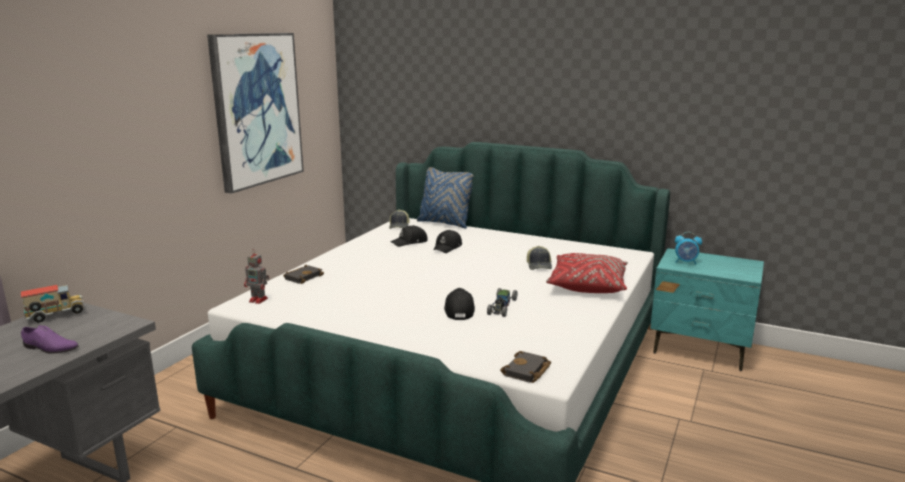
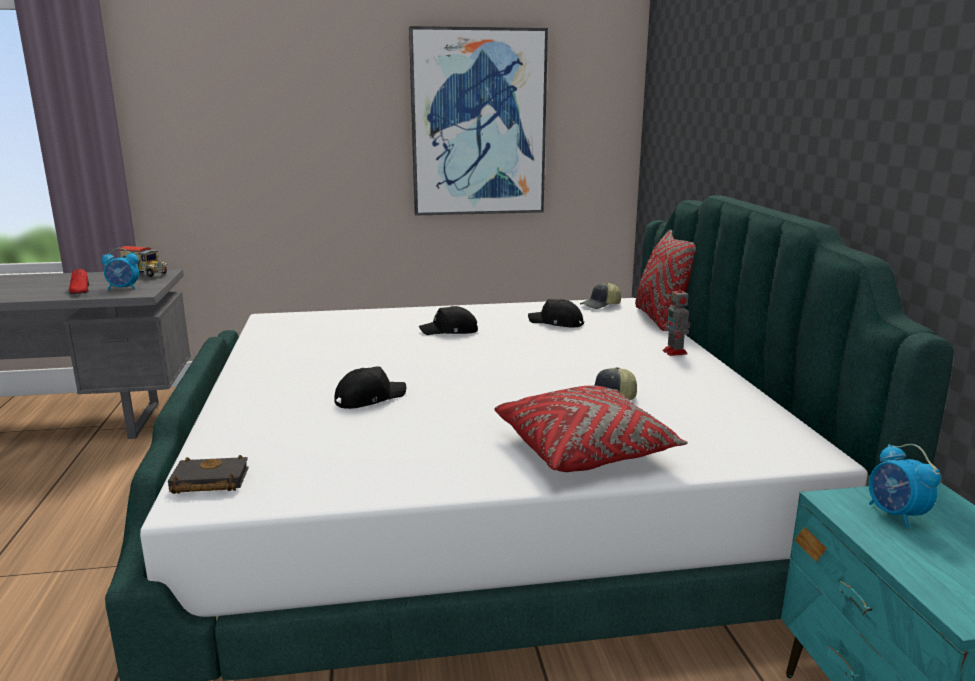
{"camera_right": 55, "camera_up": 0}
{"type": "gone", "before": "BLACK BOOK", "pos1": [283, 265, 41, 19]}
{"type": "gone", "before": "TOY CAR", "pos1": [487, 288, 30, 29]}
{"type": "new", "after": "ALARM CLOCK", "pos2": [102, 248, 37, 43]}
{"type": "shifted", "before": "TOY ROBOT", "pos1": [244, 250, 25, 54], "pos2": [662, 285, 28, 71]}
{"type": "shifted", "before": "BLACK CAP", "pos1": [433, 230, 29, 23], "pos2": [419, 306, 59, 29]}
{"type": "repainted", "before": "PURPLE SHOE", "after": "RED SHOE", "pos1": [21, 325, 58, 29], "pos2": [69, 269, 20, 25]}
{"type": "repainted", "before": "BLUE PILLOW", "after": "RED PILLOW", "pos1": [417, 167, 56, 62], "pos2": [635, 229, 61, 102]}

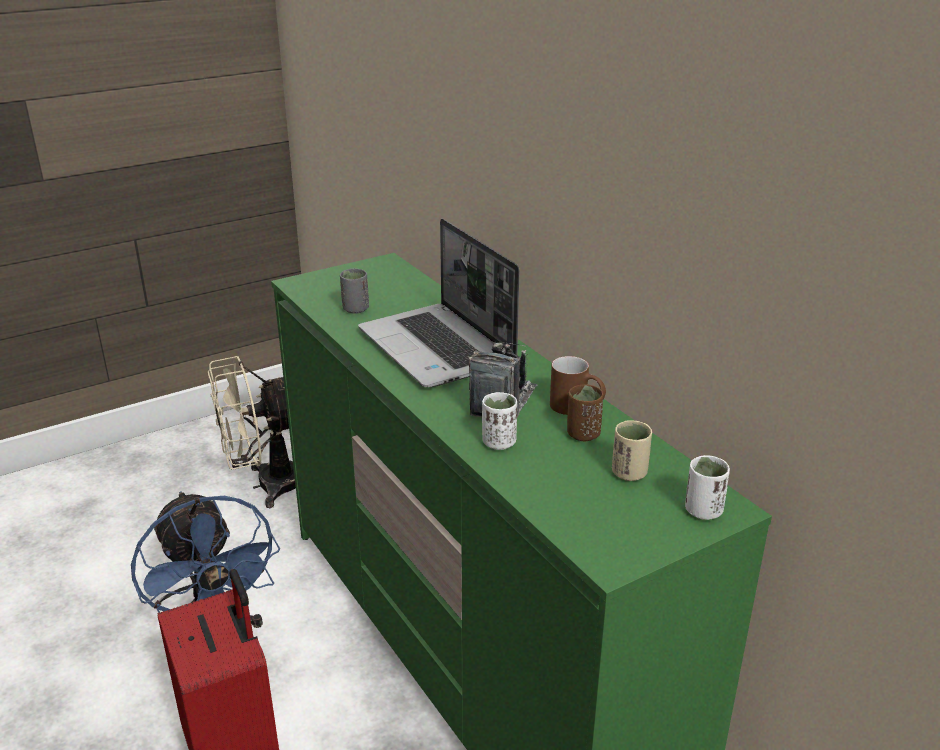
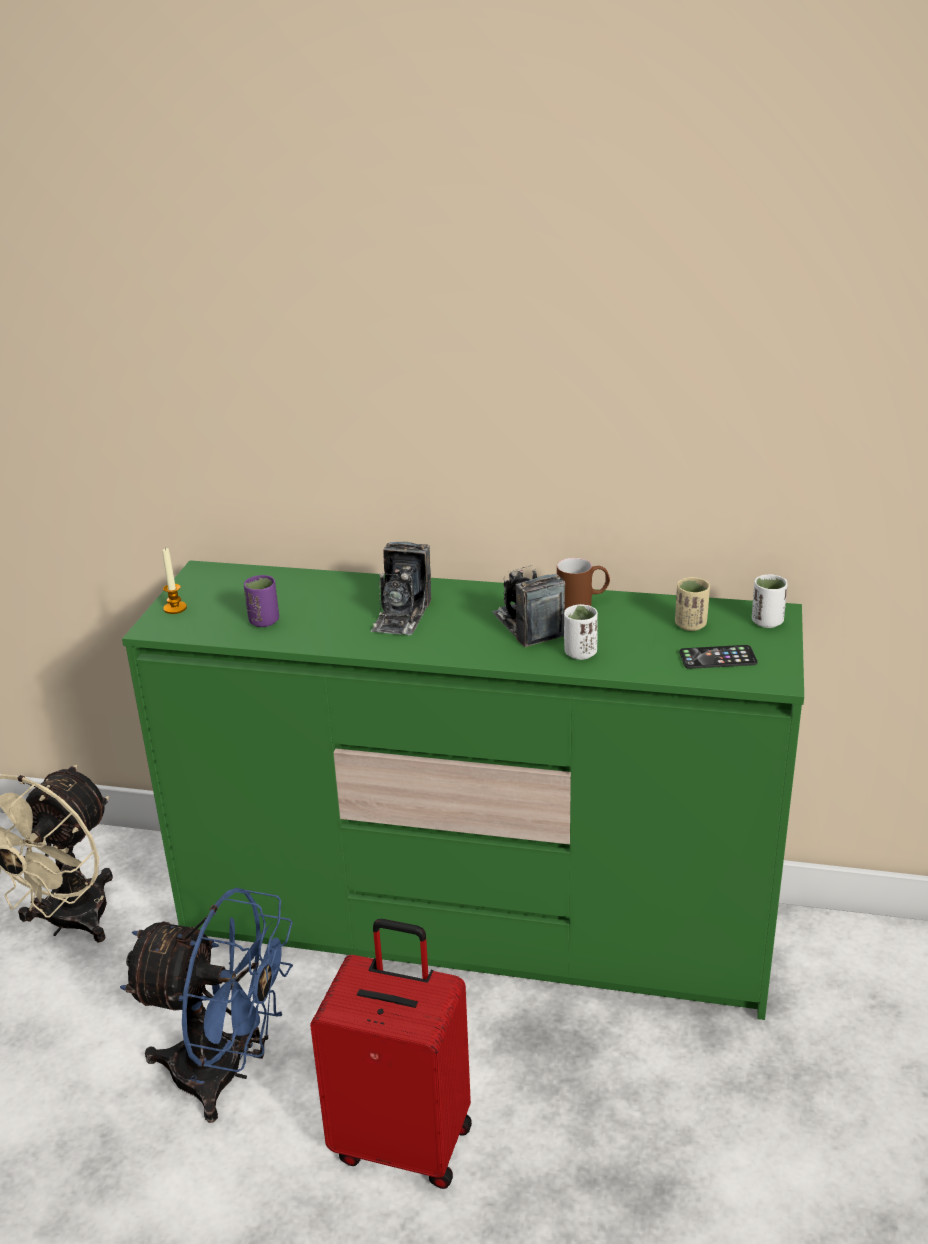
{"camera_right": -45, "camera_up": 0}
{"type": "gone", "before": "BROWN CUP", "pos1": [567, 385, 36, 56]}
{"type": "new", "after": "CANDLE", "pos2": [162, 548, 25, 66]}
{"type": "new", "after": "PHONE", "pos2": [679, 645, 78, 24]}
{"type": "swapped", "before": "LAPTOP", "after": "PHOTO CAMERA", "pos1": [358, 219, 162, 168], "pos2": [371, 542, 60, 93]}
{"type": "repainted", "before": "GREY CUP", "after": "PURPLE CUP", "pos1": [340, 269, 29, 45], "pos2": [244, 575, 35, 52]}

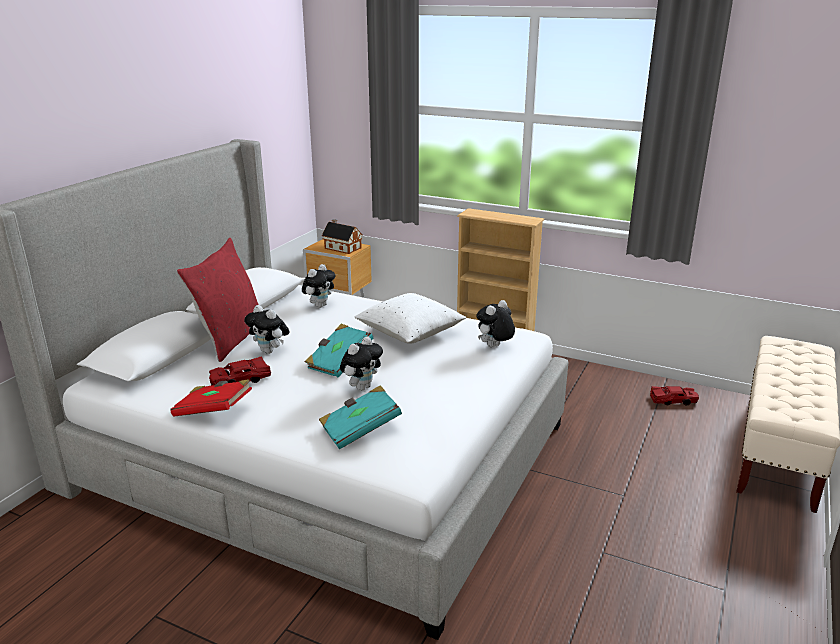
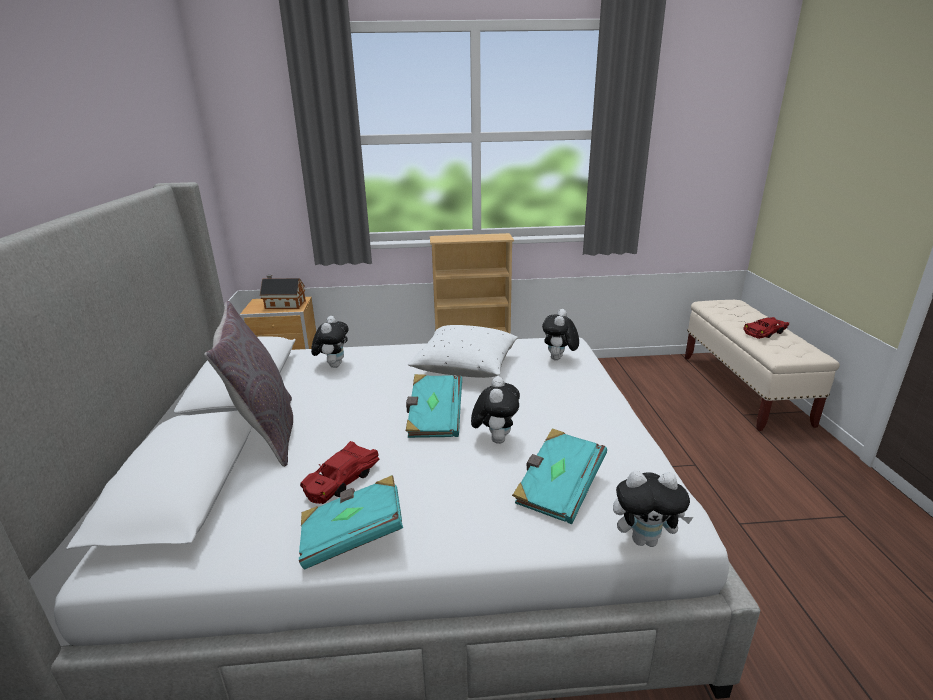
{"camera_right": -30, "camera_up": 0}
{"type": "shifted", "before": "PLUSH TOY", "pos1": [244, 305, 46, 49], "pos2": [613, 471, 80, 76]}
{"type": "shifted", "before": "RED TOY CAR", "pos1": [650, 386, 49, 20], "pos2": [743, 317, 46, 22]}
{"type": "repainted", "before": "RED BOOK", "after": "TURQUOISE BOOK", "pos1": [170, 379, 82, 38], "pos2": [299, 475, 104, 94]}
{"type": "repainted", "before": "RED PILLOW", "after": "GREY PILLOW", "pos1": [176, 238, 83, 124], "pos2": [204, 301, 89, 166]}

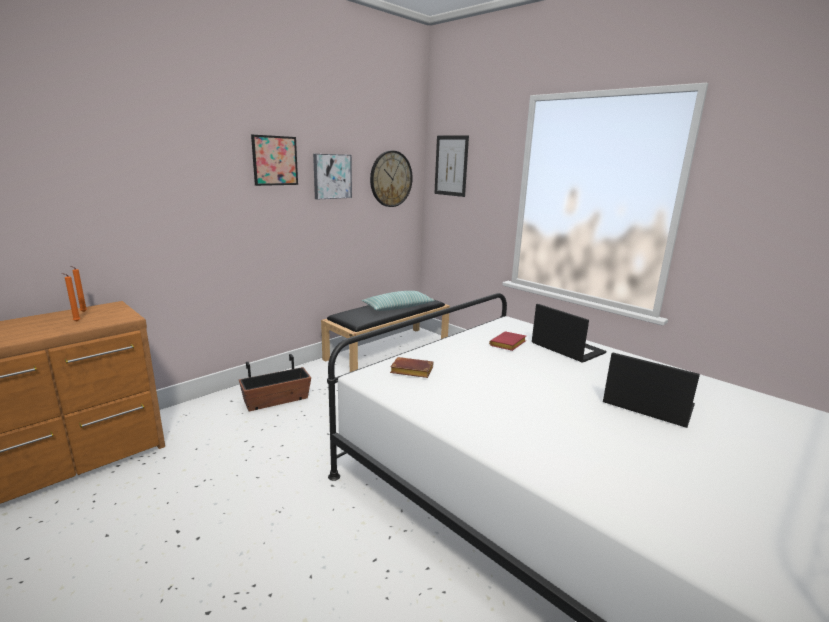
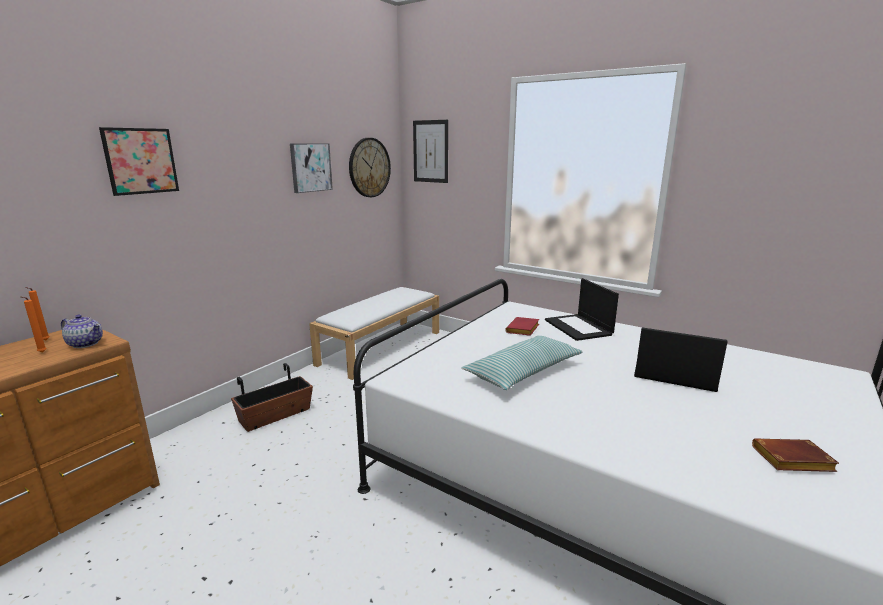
{"camera_right": -10, "camera_up": 0}
{"type": "new", "after": "TEAPOT", "pos2": [61, 315, 42, 33]}
{"type": "shifted", "before": "PICTURE", "pos1": [251, 135, 47, 51], "pos2": [99, 127, 80, 69]}
{"type": "shifted", "before": "PILLOW", "pos1": [362, 291, 73, 20], "pos2": [461, 336, 122, 54]}
{"type": "shifted", "before": "BROWN BOOK", "pos1": [390, 357, 43, 21], "pos2": [752, 438, 87, 34]}
{"type": "repainted", "before": "BLACK BENCH", "after": "WHITE BENCH", "pos1": [321, 300, 129, 72], "pos2": [309, 287, 130, 93]}
{"type": "rotated", "before": "LAPTOP", "pos1": [532, 304, 74, 59], "pos2": [545, 278, 74, 63], "turn": -150}

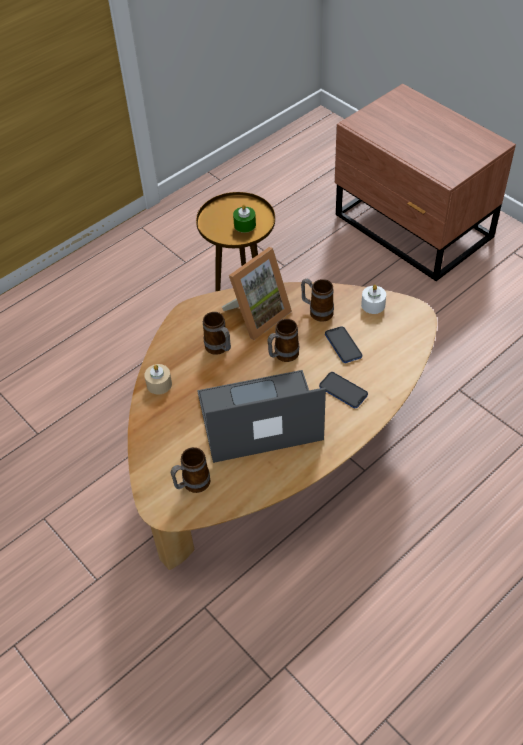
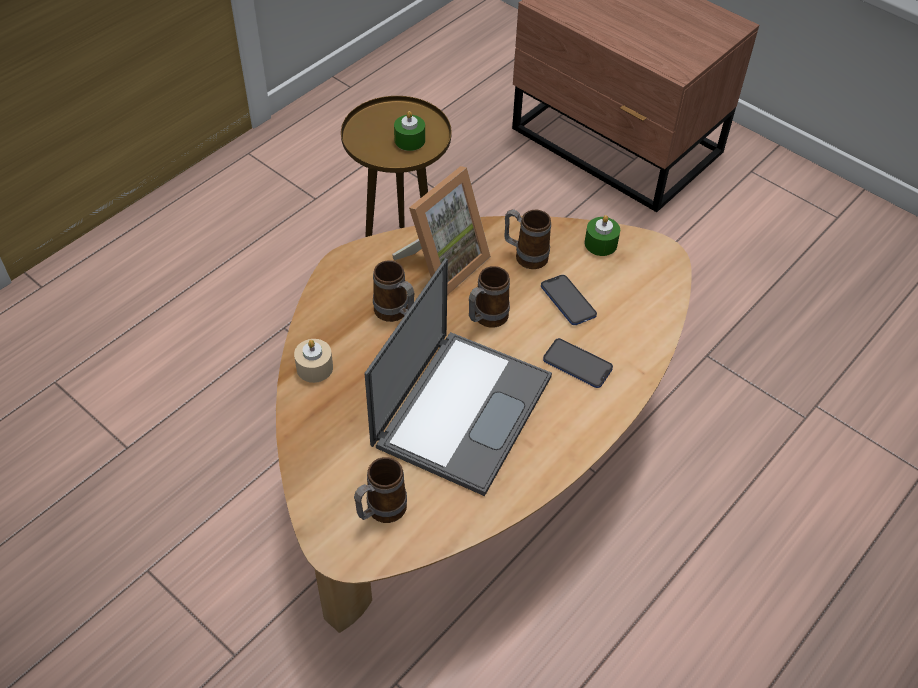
{"camera_right": -10, "camera_up": 0}
{"type": "repainted", "before": "WHITE CANDLE", "after": "GREEN CANDLE", "pos1": [361, 285, 25, 29], "pos2": [585, 215, 35, 41]}
{"type": "rotated", "before": "LAPTOP", "pos1": [197, 370, 129, 93], "pos2": [364, 258, 188, 238], "turn": 135}

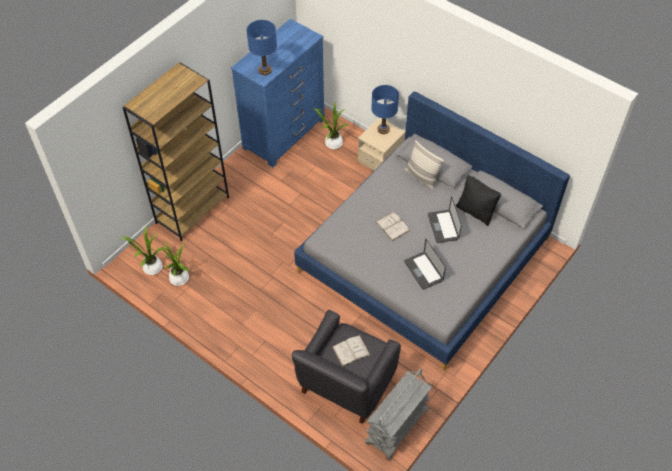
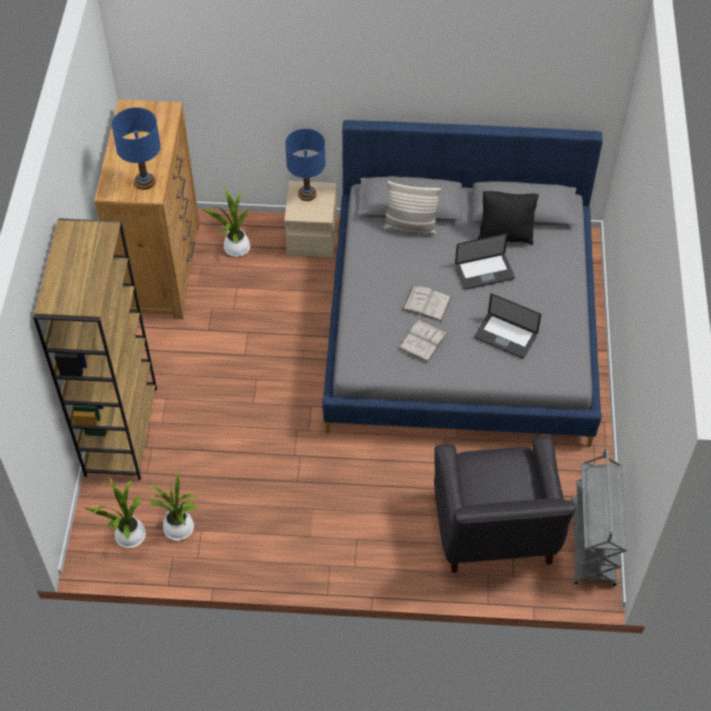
{"camera_right": -35, "camera_up": 0}
{"type": "shifted", "before": "WHITE BOOK", "pos1": [332, 335, 38, 32], "pos2": [399, 319, 49, 44]}
{"type": "repainted", "before": "BLUE DRESSER", "after": "BROWN DRESSER", "pos1": [231, 19, 93, 148], "pos2": [94, 100, 105, 219]}
{"type": "rotated", "before": "LAPTOP", "pos1": [428, 196, 34, 47], "pos2": [455, 233, 60, 57], "turn": -60}

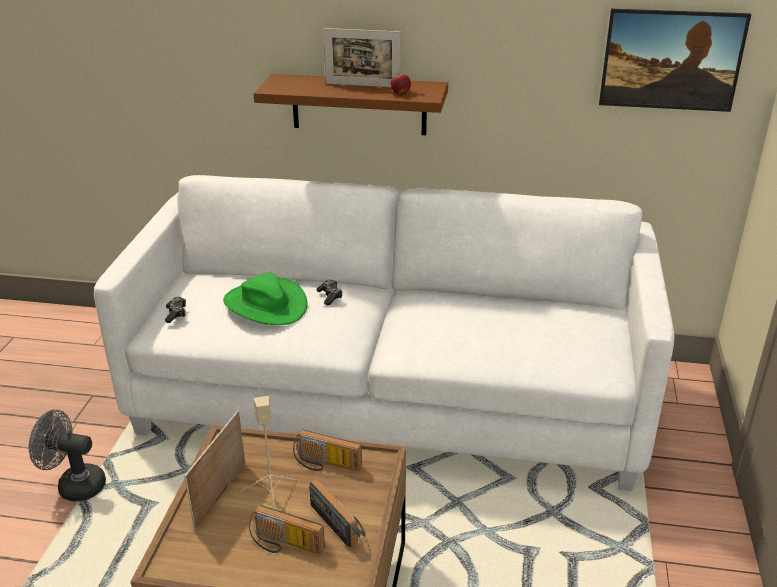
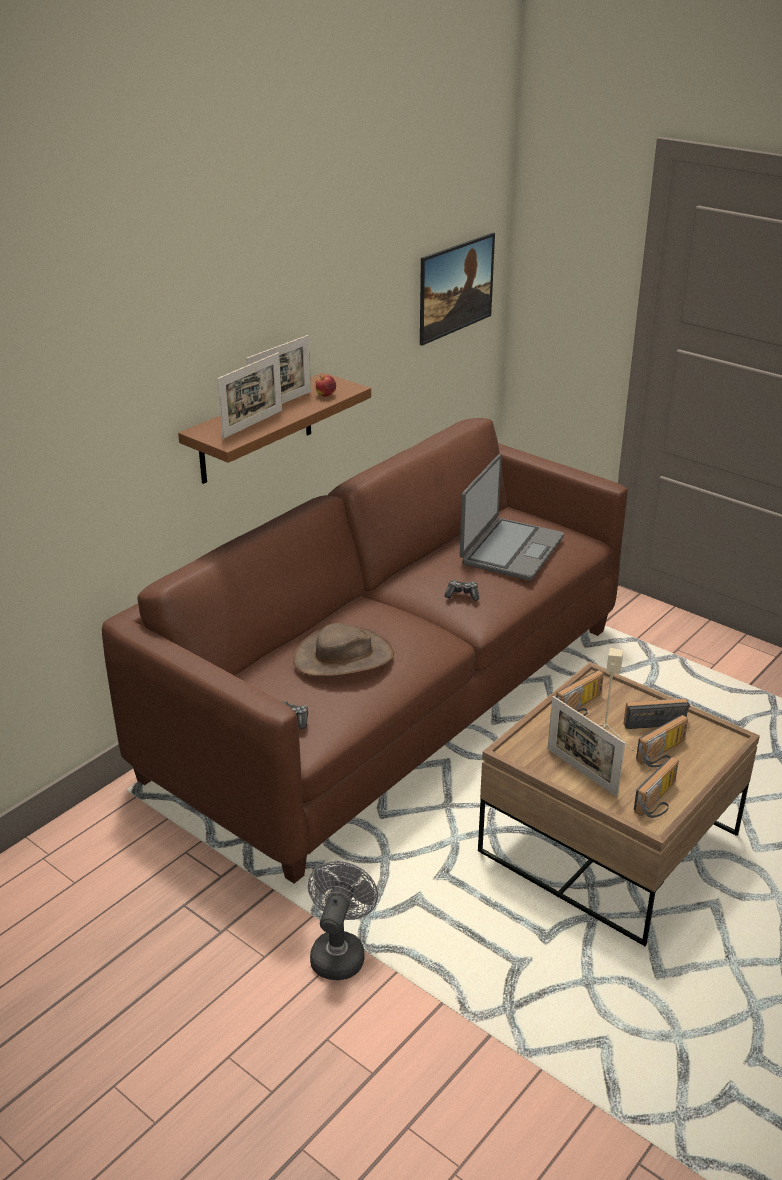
{"camera_right": -60, "camera_up": 0}
{"type": "new", "after": "PICTURE FRAME", "pos2": [217, 352, 65, 87]}
{"type": "new", "after": "LAPTOP", "pos2": [460, 454, 104, 126]}
{"type": "new", "after": "RADIO", "pos2": [634, 757, 45, 61]}
{"type": "shifted", "before": "GAME CONTROLLER", "pos1": [317, 280, 26, 25], "pos2": [445, 580, 34, 21]}
{"type": "repainted", "before": "WHITE SOFA", "after": "BROWN SOFA", "pos1": [94, 175, 580, 316], "pos2": [102, 418, 526, 466]}
{"type": "repainted", "before": "GREEN HAT", "after": "BROWN HAT", "pos1": [223, 273, 84, 52], "pos2": [293, 623, 101, 54]}
{"type": "rotated", "before": "GREY FAN", "pos1": [29, 410, 77, 91], "pos2": [308, 861, 70, 119], "turn": 150}

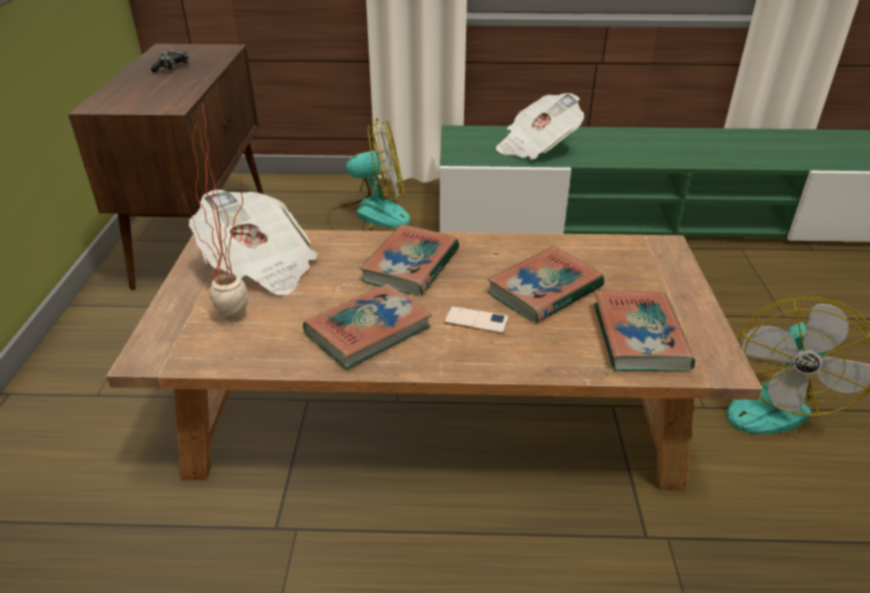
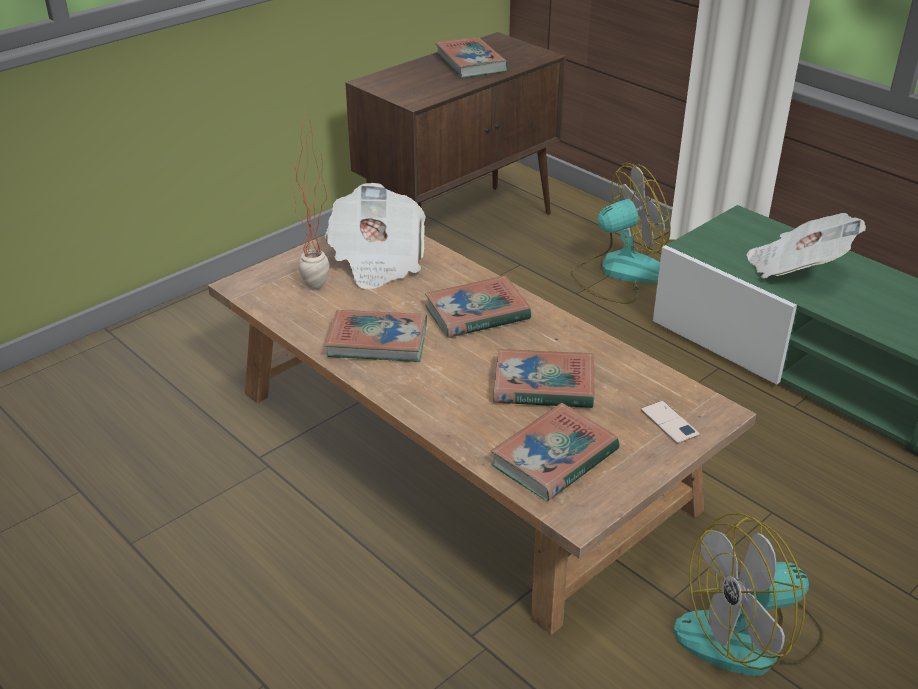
{"camera_right": 45, "camera_up": 0}
{"type": "shifted", "before": "PHONE", "pos1": [444, 306, 65, 28], "pos2": [641, 401, 59, 43]}
{"type": "swapped", "before": "GAME CONTROLLER", "after": "BOOK", "pos1": [151, 49, 38, 23], "pos2": [435, 37, 74, 41]}
{"type": "rotated", "before": "FAN", "pos1": [327, 118, 83, 113], "pos2": [571, 163, 100, 141], "turn": -60}

